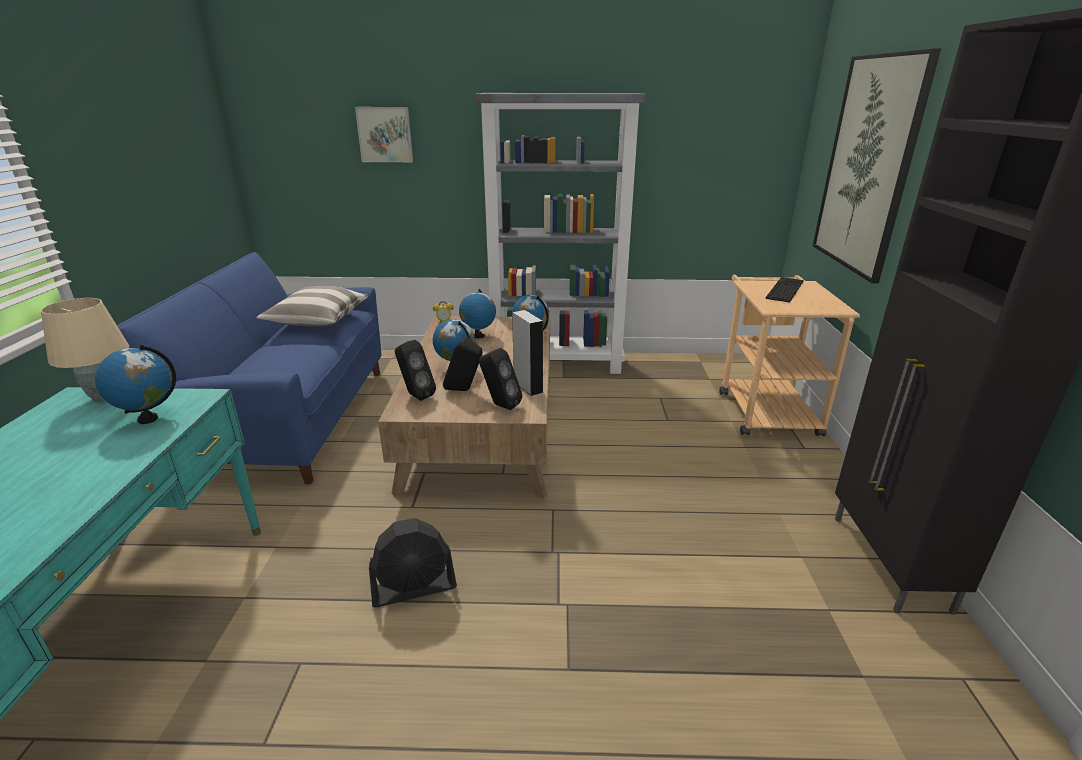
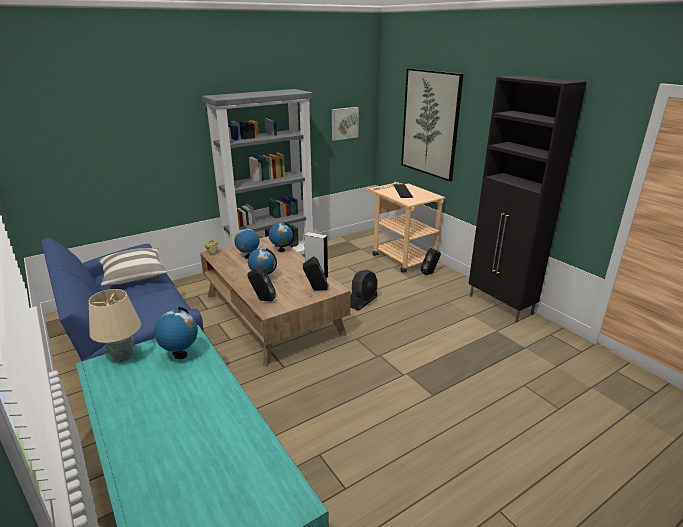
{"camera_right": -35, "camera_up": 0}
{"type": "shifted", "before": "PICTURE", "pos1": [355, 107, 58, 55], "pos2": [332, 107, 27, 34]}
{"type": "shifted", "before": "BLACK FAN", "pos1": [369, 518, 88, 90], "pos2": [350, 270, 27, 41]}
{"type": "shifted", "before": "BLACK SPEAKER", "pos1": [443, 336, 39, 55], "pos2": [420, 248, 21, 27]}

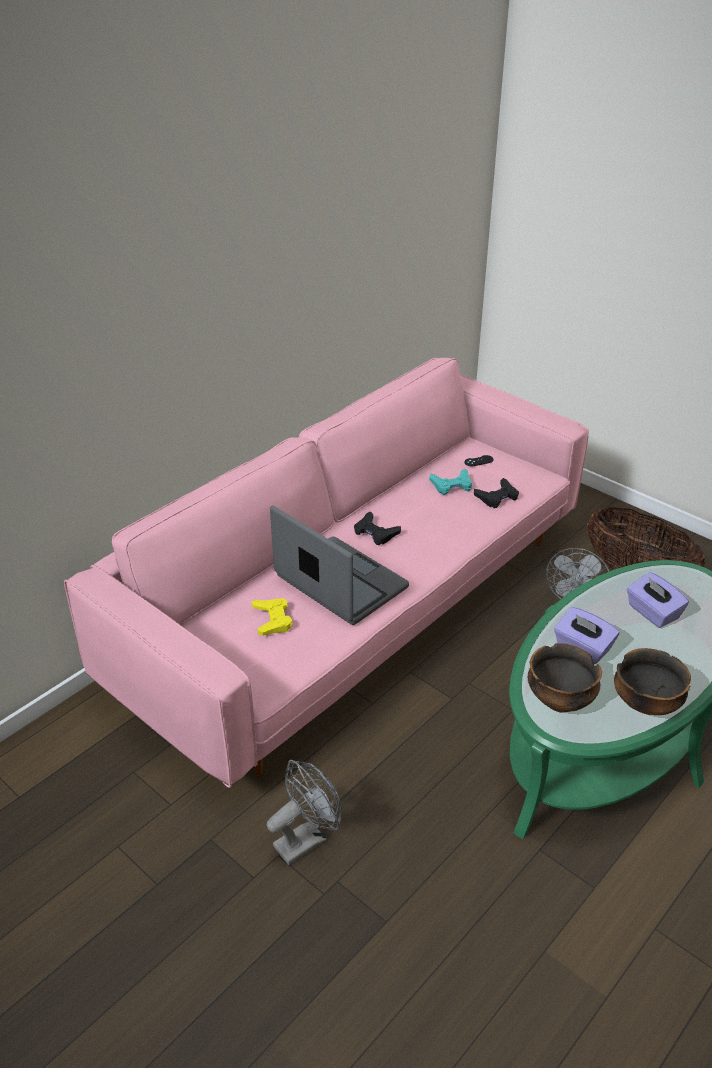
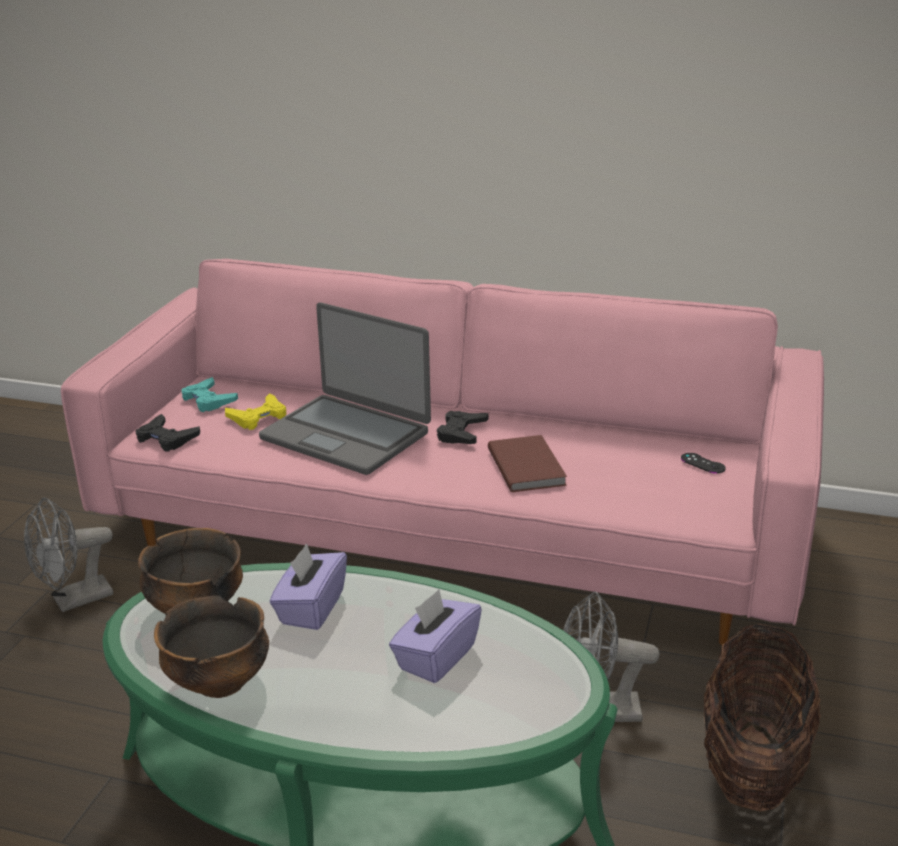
{"camera_right": 65, "camera_up": -10}
{"type": "new", "after": "BROWN BOOK", "pos2": [488, 435, 79, 57]}
{"type": "shifted", "before": "TURQUOISE GAME CONTROLLER", "pos1": [429, 469, 43, 26], "pos2": [182, 377, 56, 35]}
{"type": "shifted", "before": "BLACK GAME CONTROLLER", "pos1": [474, 478, 45, 30], "pos2": [135, 414, 65, 38]}
{"type": "rotated", "before": "GREY FAN", "pos1": [267, 760, 75, 105], "pos2": [24, 497, 89, 115], "turn": 120}
{"type": "rotated", "before": "LAPTOP", "pos1": [270, 505, 139, 120], "pos2": [259, 302, 172, 173], "turn": 105}

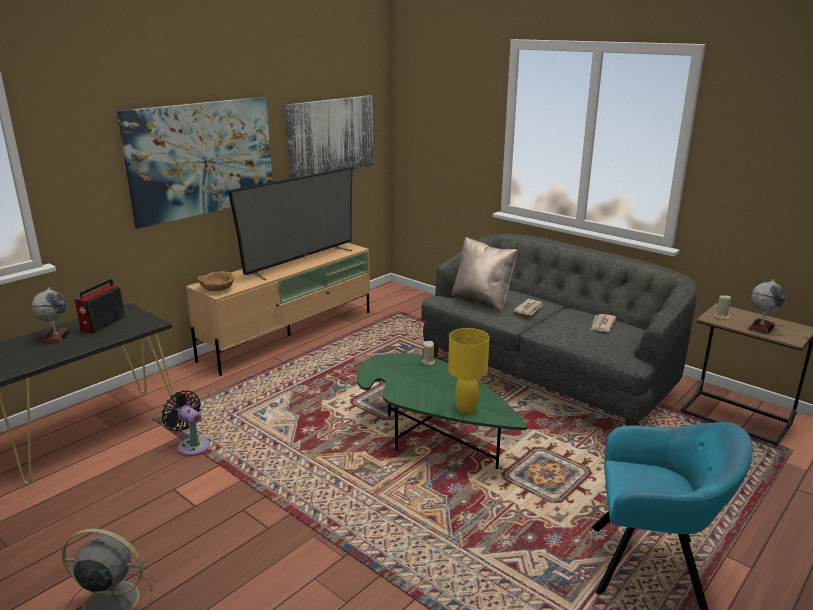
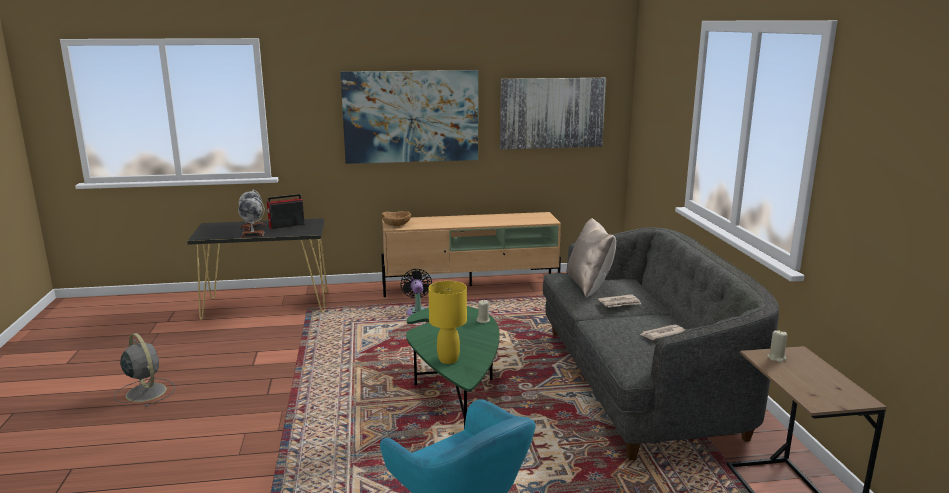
{"camera_right": 40, "camera_up": -5}
{"type": "gone", "before": "TELEVISION", "pos1": [228, 167, 125, 113]}
{"type": "shifted", "before": "BLACK FAN", "pos1": [162, 391, 48, 65], "pos2": [401, 269, 31, 46]}
{"type": "shifted", "before": "GLOBE", "pos1": [748, 279, 37, 56], "pos2": [238, 197, 27, 40]}

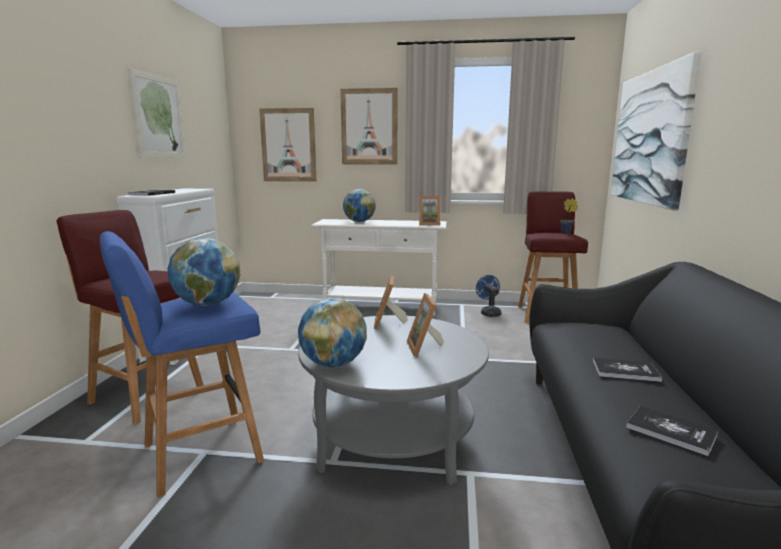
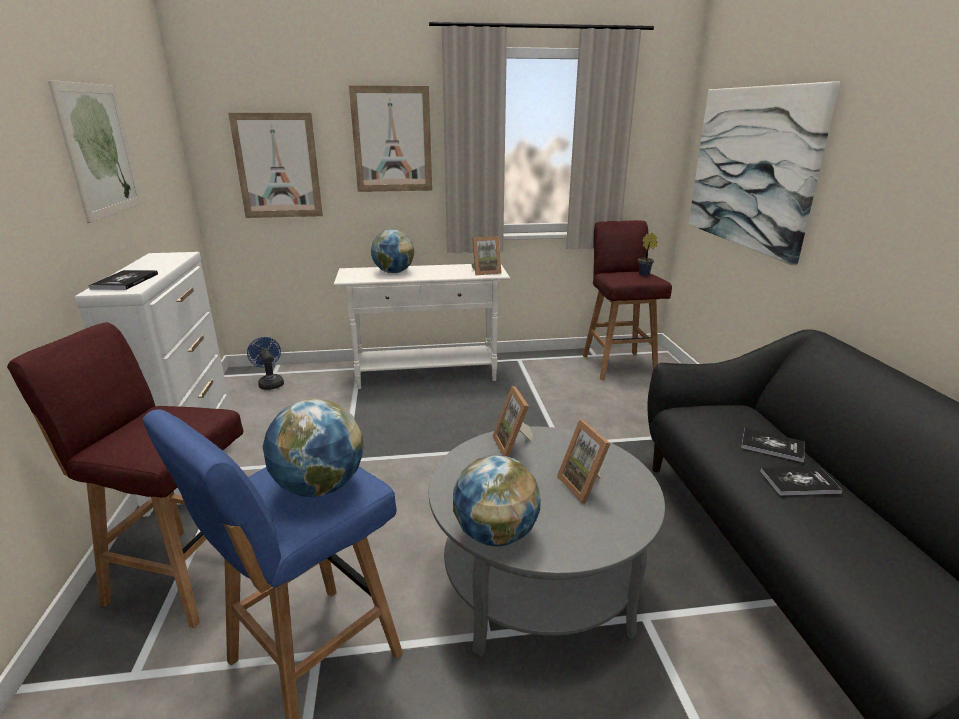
{"camera_right": -15, "camera_up": 10}
{"type": "shifted", "before": "BLUE FAN", "pos1": [476, 275, 25, 42], "pos2": [247, 337, 37, 53]}
{"type": "shifted", "before": "BOOK", "pos1": [626, 406, 92, 50], "pos2": [741, 428, 64, 35]}

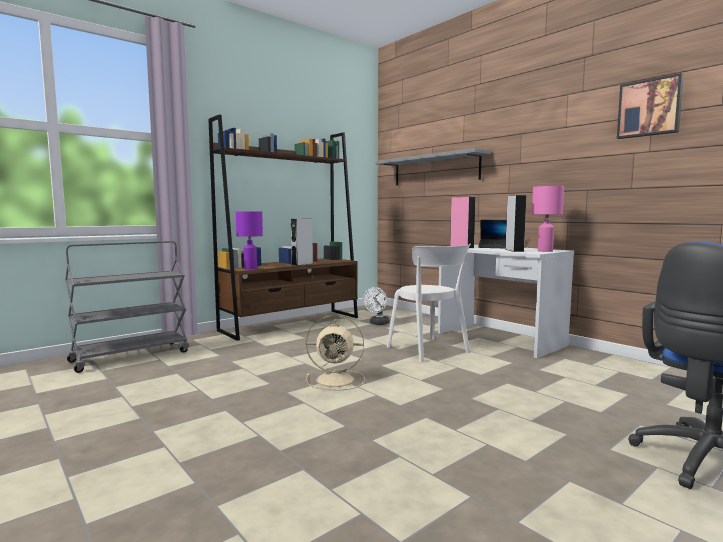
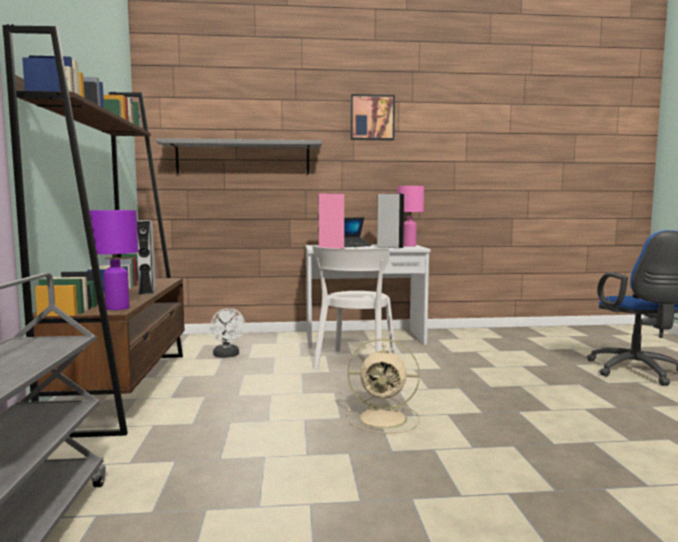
{"camera_right": -55, "camera_up": 0}
{"type": "shifted", "before": "PICTURE", "pos1": [617, 73, 67, 66], "pos2": [350, 94, 45, 46]}
{"type": "rotated", "before": "BEIGE FAN", "pos1": [306, 315, 59, 76], "pos2": [347, 339, 73, 94], "turn": 60}
{"type": "rotated", "before": "WHITE CHAIR", "pos1": [387, 244, 84, 119], "pos2": [312, 246, 84, 123], "turn": 105}

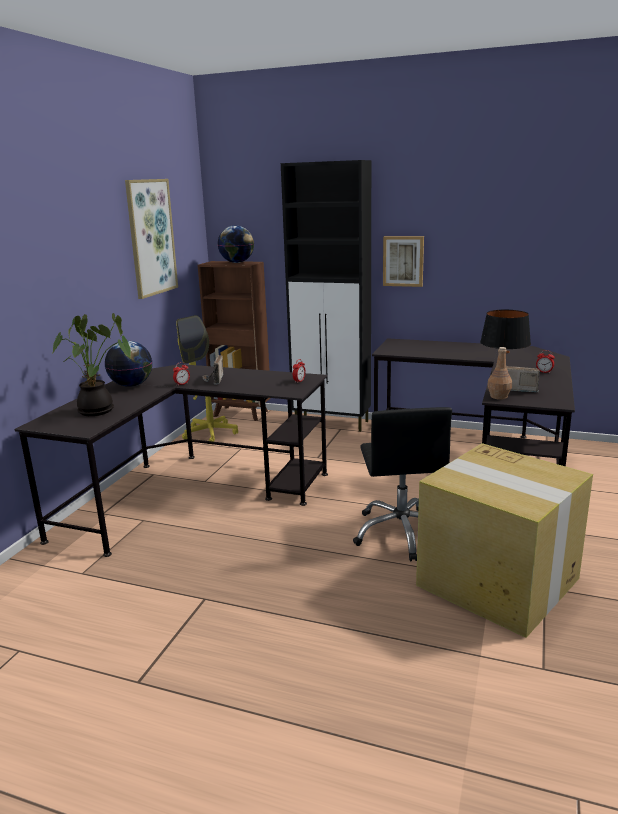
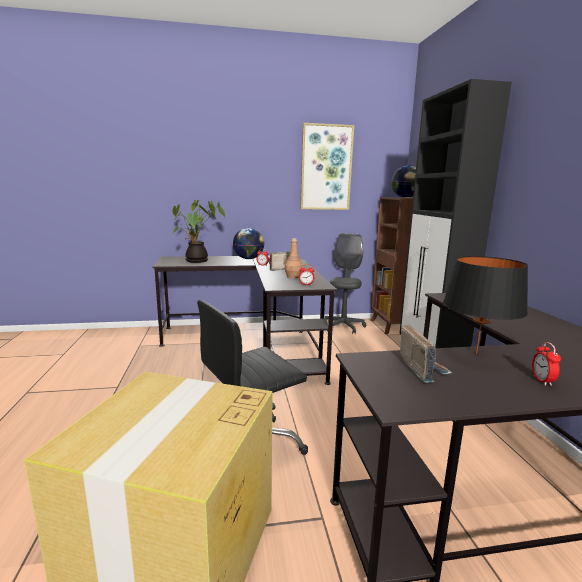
{"camera_right": 60, "camera_up": -5}
{"type": "gone", "before": "PICTURE", "pos1": [383, 236, 41, 51]}
{"type": "shifted", "before": "BROWN BOTTLE", "pos1": [487, 347, 25, 53], "pos2": [285, 238, 17, 41]}
{"type": "repainted", "before": "YELLOW OFFICE CHAIR", "after": "GREY OFFICE CHAIR", "pos1": [176, 315, 62, 127], "pos2": [324, 233, 42, 101]}

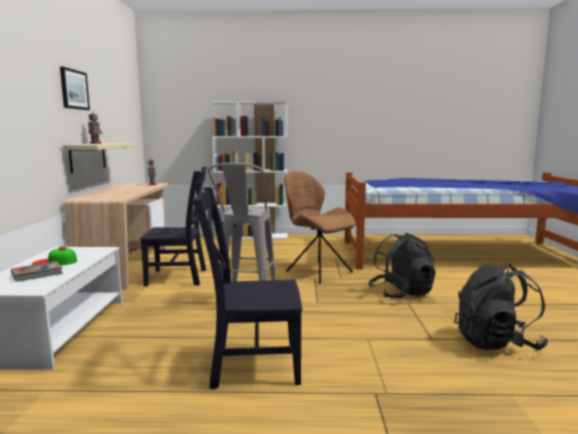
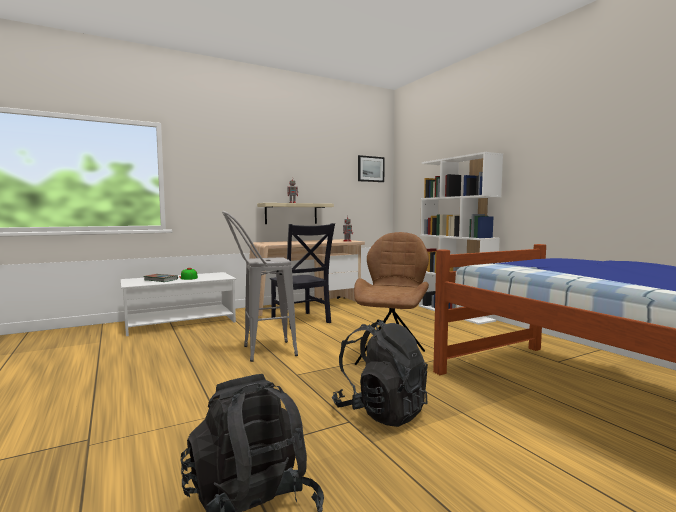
{"camera_right": 60, "camera_up": -5}
{"type": "gone", "before": "BLACK CHAIR", "pos1": [192, 187, 110, 202]}
{"type": "shifted", "before": "PICTURE", "pos1": [60, 67, 30, 43], "pos2": [358, 155, 27, 27]}

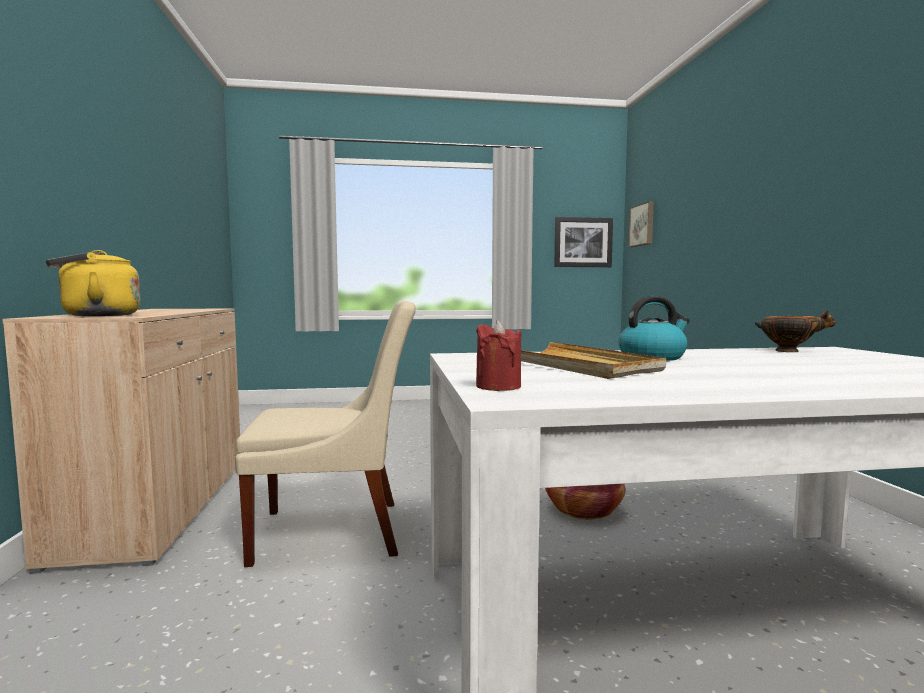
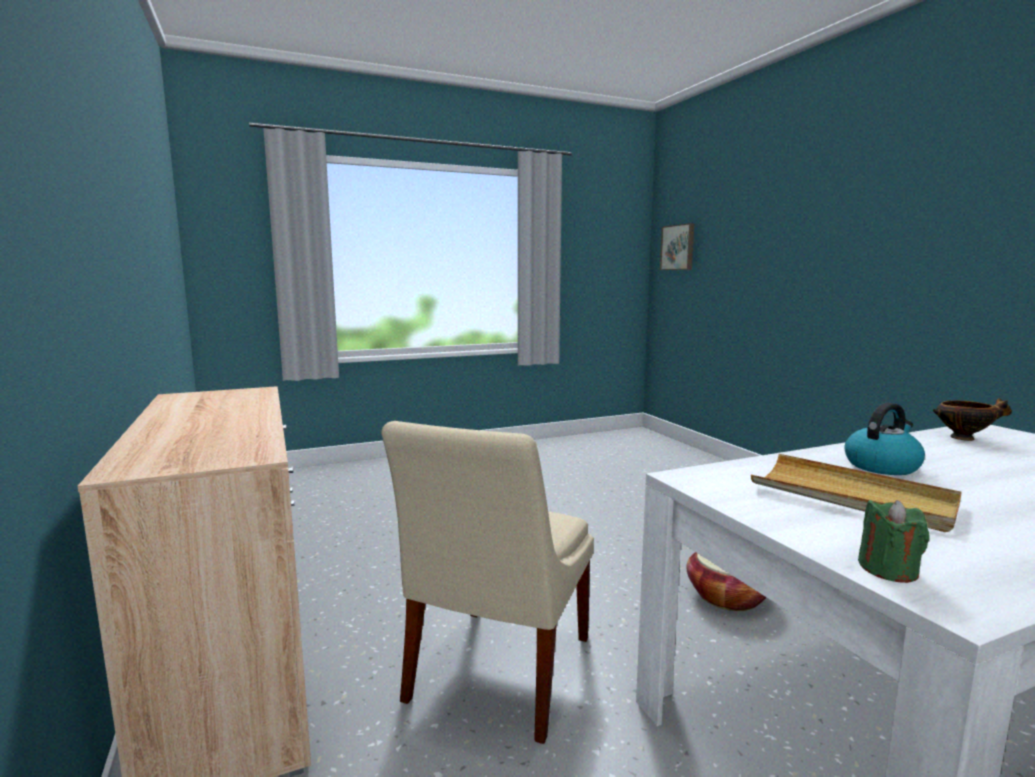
{"camera_right": -15, "camera_up": 5}
{"type": "gone", "before": "YELLOW KETTLE", "pos1": [46, 250, 95, 66]}
{"type": "gone", "before": "PICTURE", "pos1": [554, 217, 59, 50]}
{"type": "repainted", "before": "RED CANDLE", "after": "GREEN CANDLE", "pos1": [476, 320, 45, 71], "pos2": [858, 500, 71, 83]}
{"type": "rotated", "before": "BEIGE CHAIR", "pos1": [235, 301, 181, 266], "pos2": [381, 421, 213, 323], "turn": 135}

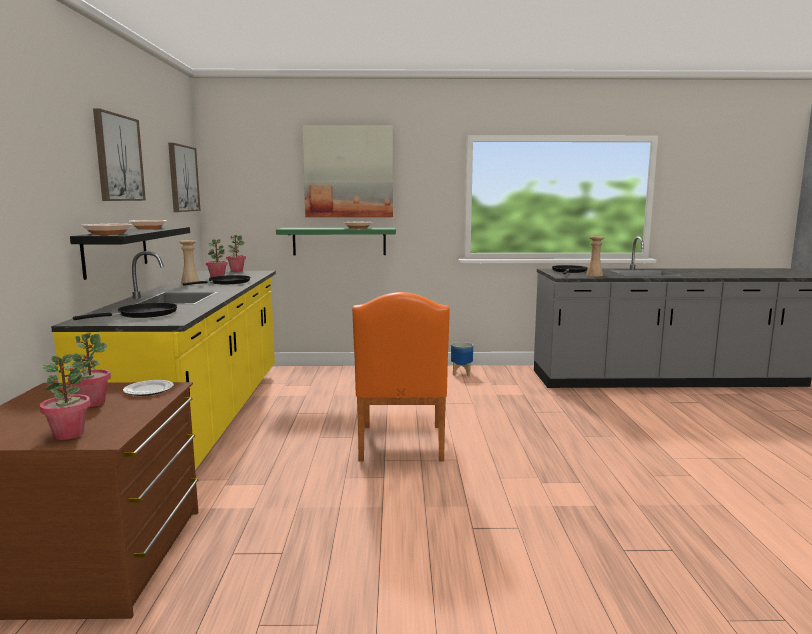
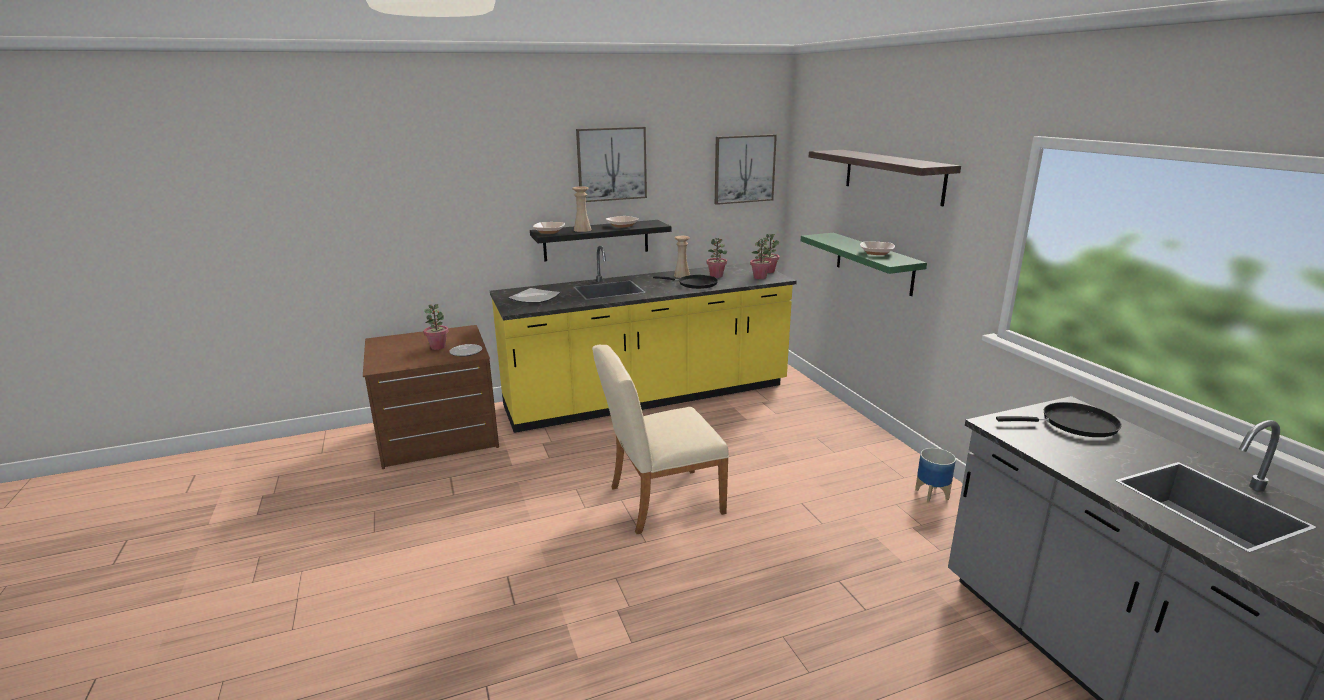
{"camera_right": 70, "camera_up": 10}
{"type": "shifted", "before": "POTTED PLANT", "pos1": [39, 354, 51, 86], "pos2": [750, 239, 21, 40]}
{"type": "shifted", "before": "BEIGE VASE", "pos1": [586, 236, 19, 40], "pos2": [572, 186, 20, 46]}
{"type": "swapped", "before": "BLACK FRYING PAN", "after": "PLATE", "pos1": [73, 303, 104, 17], "pos2": [508, 288, 52, 15]}
{"type": "swapped", "before": "PICTURE", "after": "SHELF", "pos1": [302, 125, 91, 92], "pos2": [809, 150, 152, 56]}
{"type": "repainted", "before": "ORANGE CHAIR", "after": "BEIGE CHAIR", "pos1": [352, 292, 98, 170], "pos2": [592, 345, 137, 189]}

